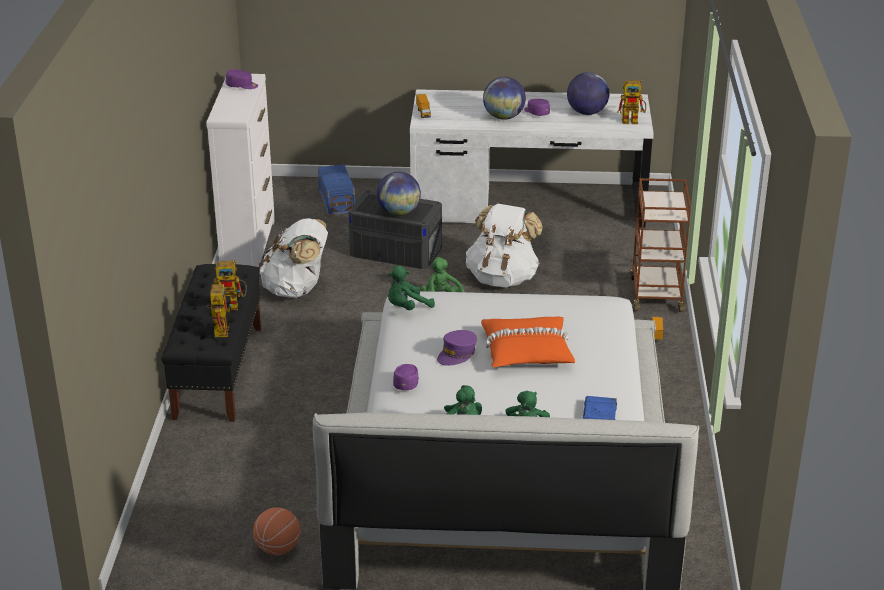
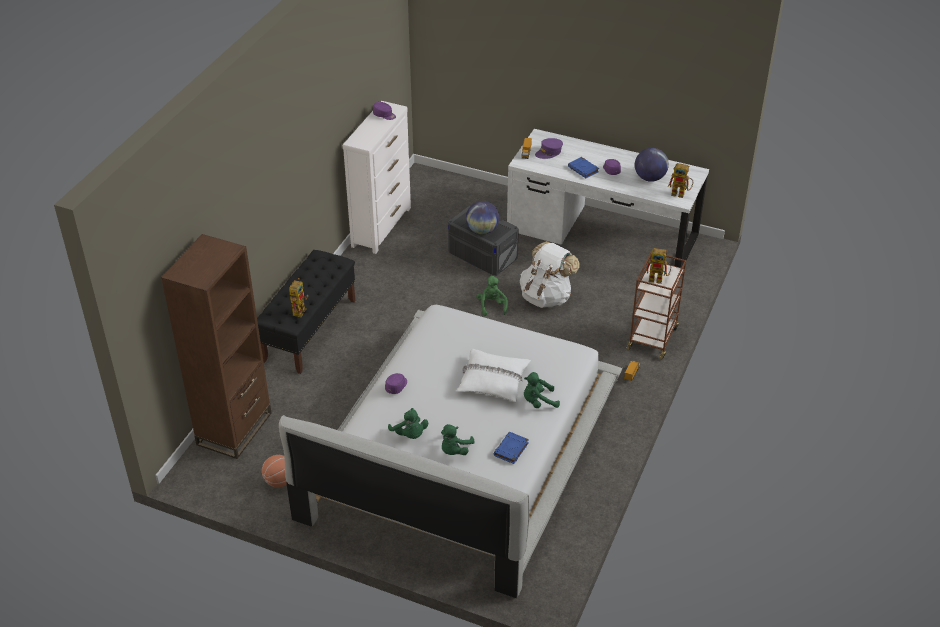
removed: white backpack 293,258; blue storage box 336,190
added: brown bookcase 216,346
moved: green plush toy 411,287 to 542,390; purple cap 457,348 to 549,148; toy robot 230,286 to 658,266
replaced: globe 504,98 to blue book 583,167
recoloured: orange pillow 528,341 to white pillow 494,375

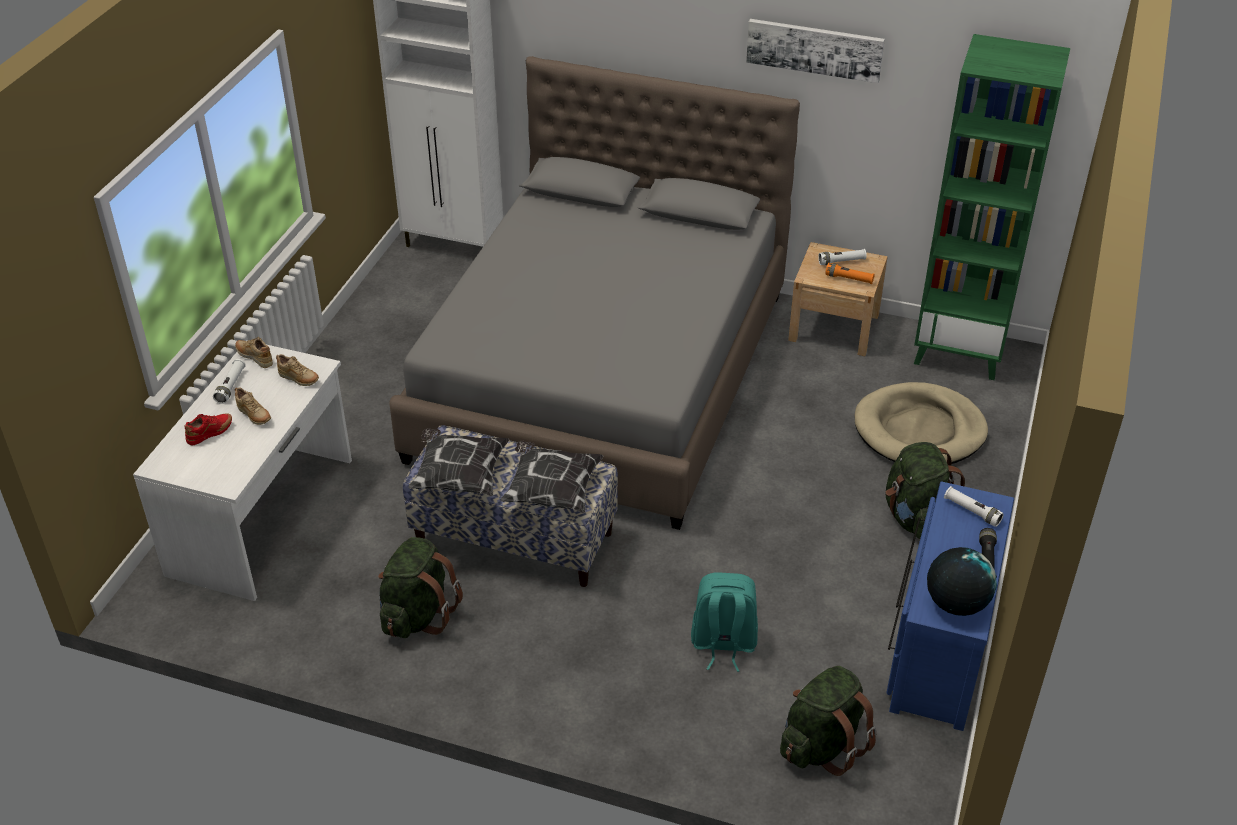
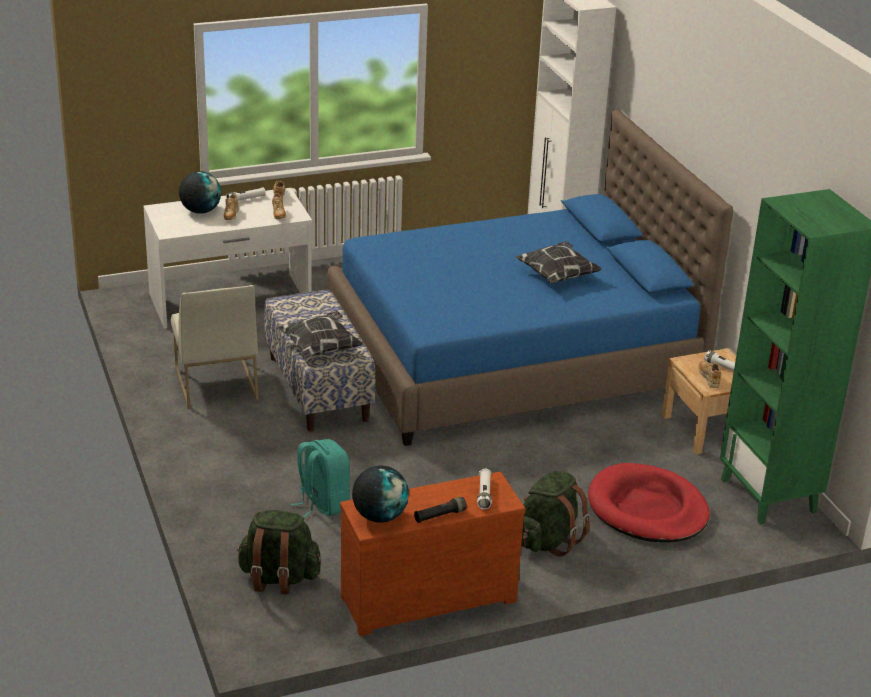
removed: picture 815,51
moved: pillow 458,462 to 558,262
replaced: green backpack 420,587 to white chair 214,347; red shoe 208,429 to globe 200,192; orange flashlight 850,273 to beige shoe 709,374
recoloured: grey bed 594,293 to blue bed 530,277; blue dresser 950,606 to brown dresser 433,554; beige dog bed 921,423 to red dog bed 649,502

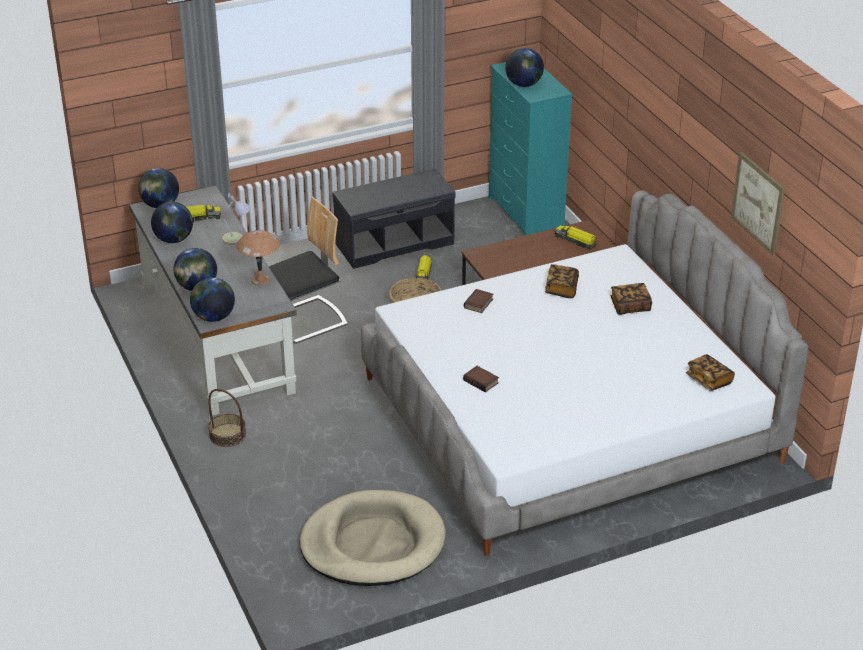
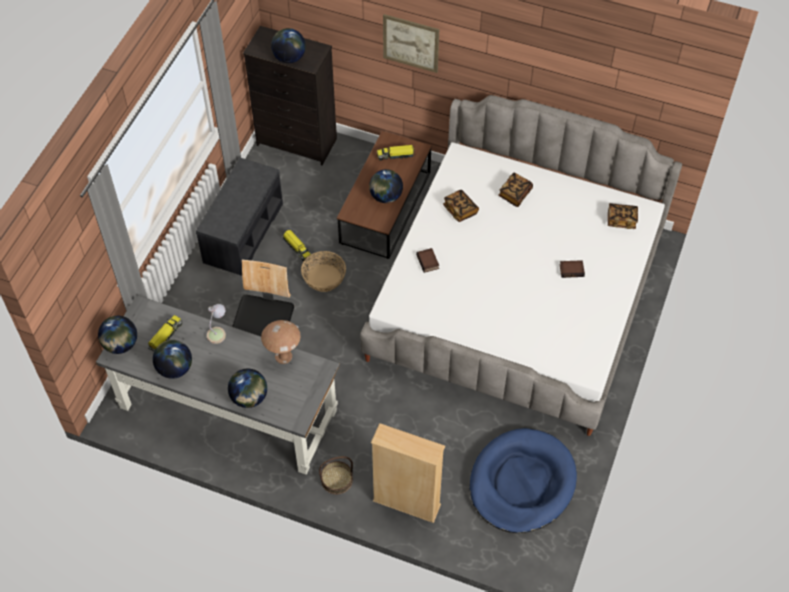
added: beige bookcase 408,473
moved: globe 212,299 to 386,186; picture 758,203 to 411,43; book 481,379 to 572,269
recoloured: turquoise dresser 530,149 to black dresser 290,95; beige dog bed 373,538 to blue dog bed 523,480

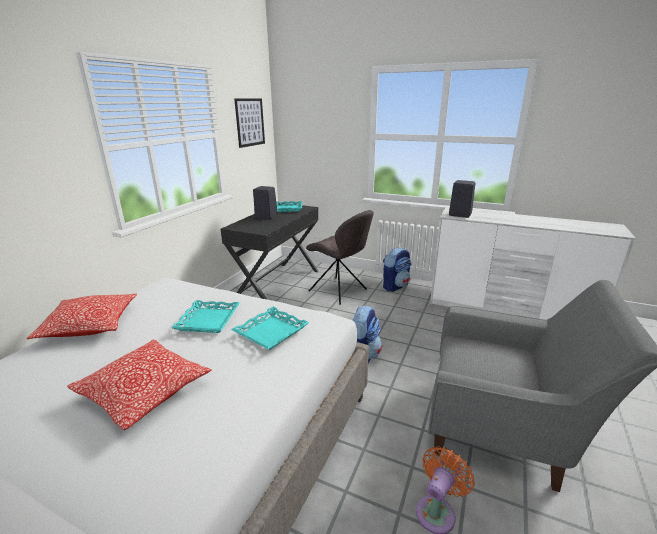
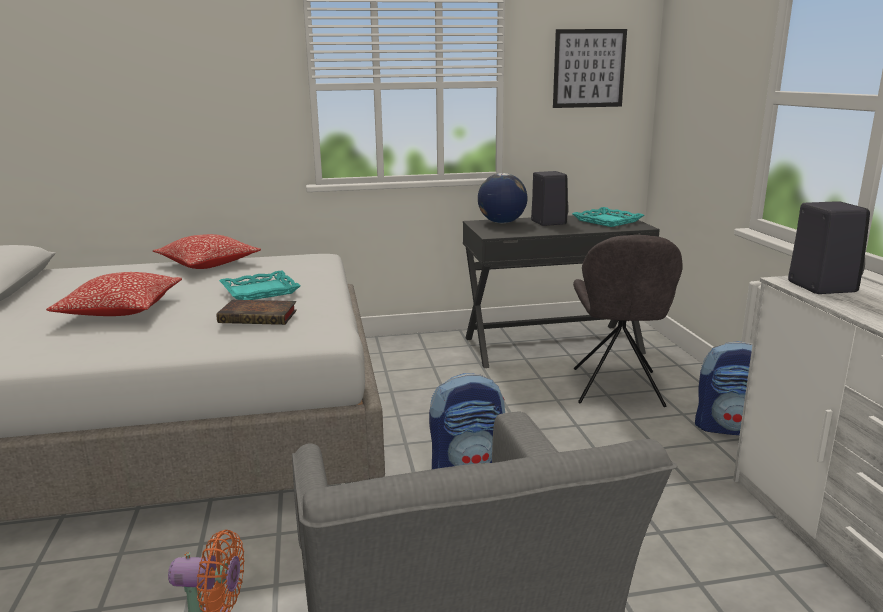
added: globe 502,198
replaced: turquoise tray 270,328 to book 257,312

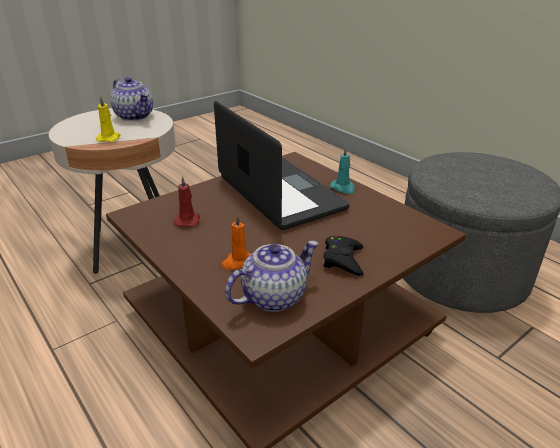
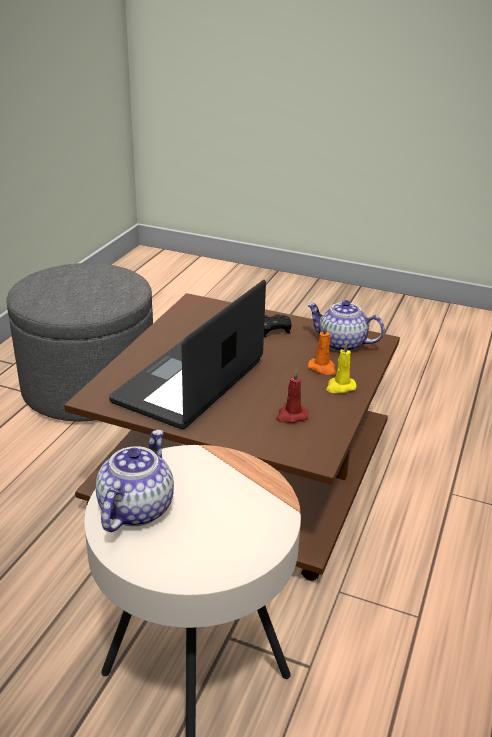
removed: turquoise candle 342,170
moved: yellow candle 108,119 to 341,367

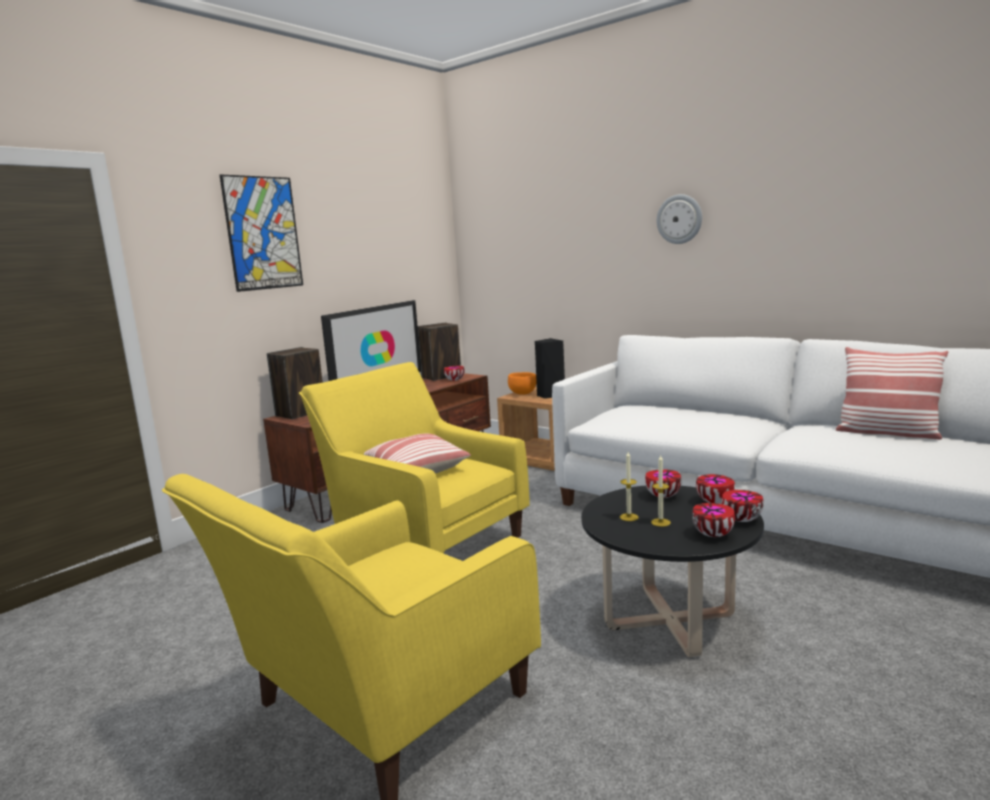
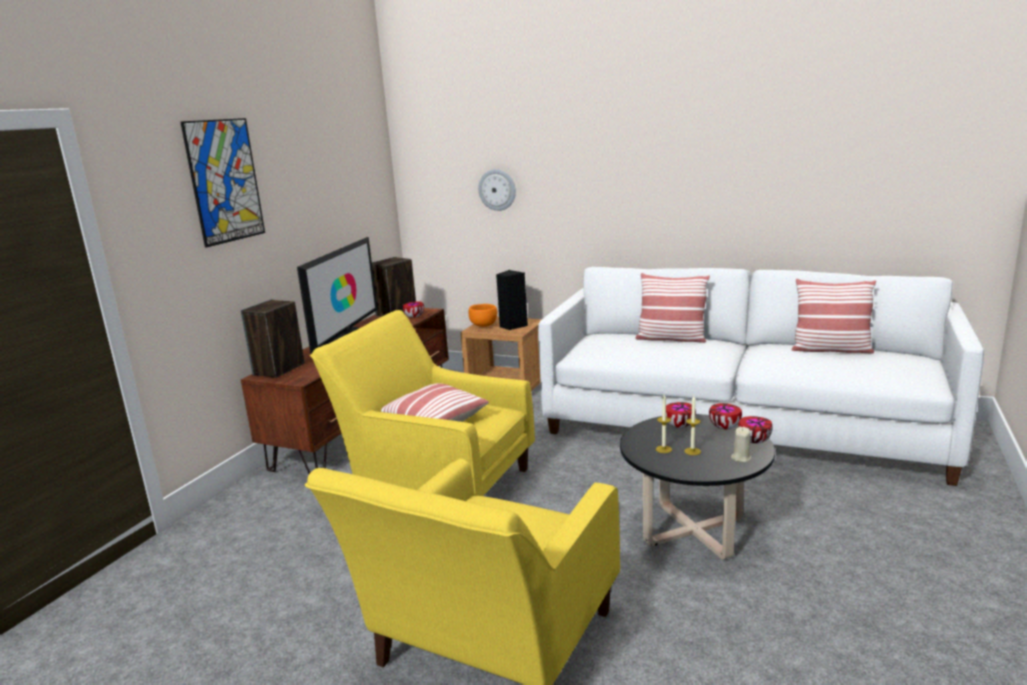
added: pillow 672,308
moved: wall clock 679,219 to 497,190
replaced: bowl 713,520 to beige candle 741,445

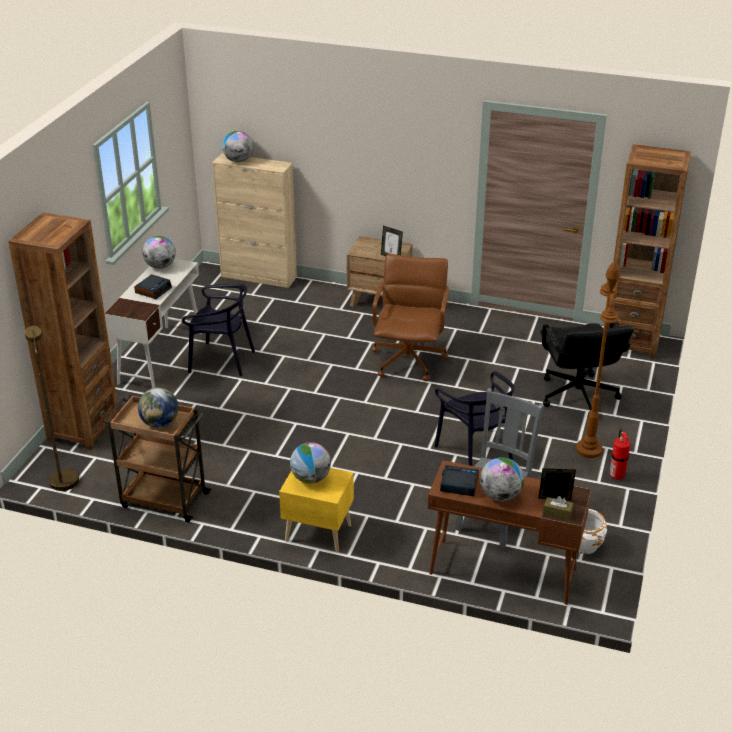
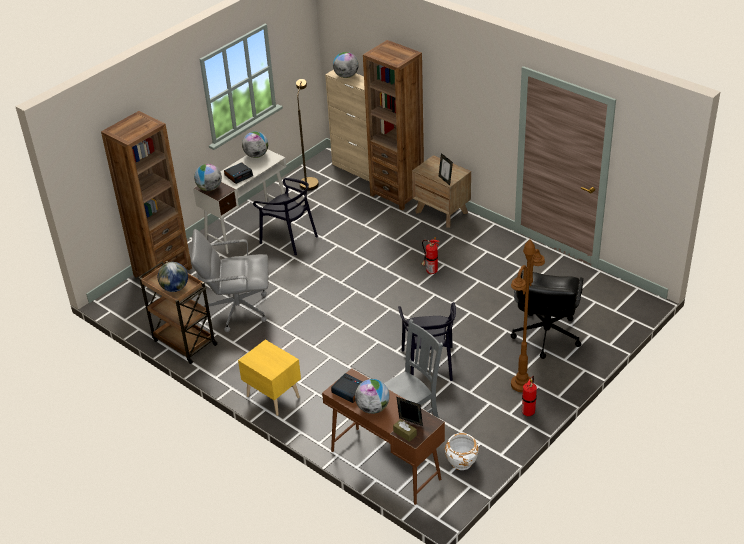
added: grey office chair 229,280
moved: globe 310,463 to 208,177; brown floor lamp 51,408 to 307,135; brown bookcase 652,251 to 393,125
replaced: brown office chair 410,317 to fire extinguisher 430,255

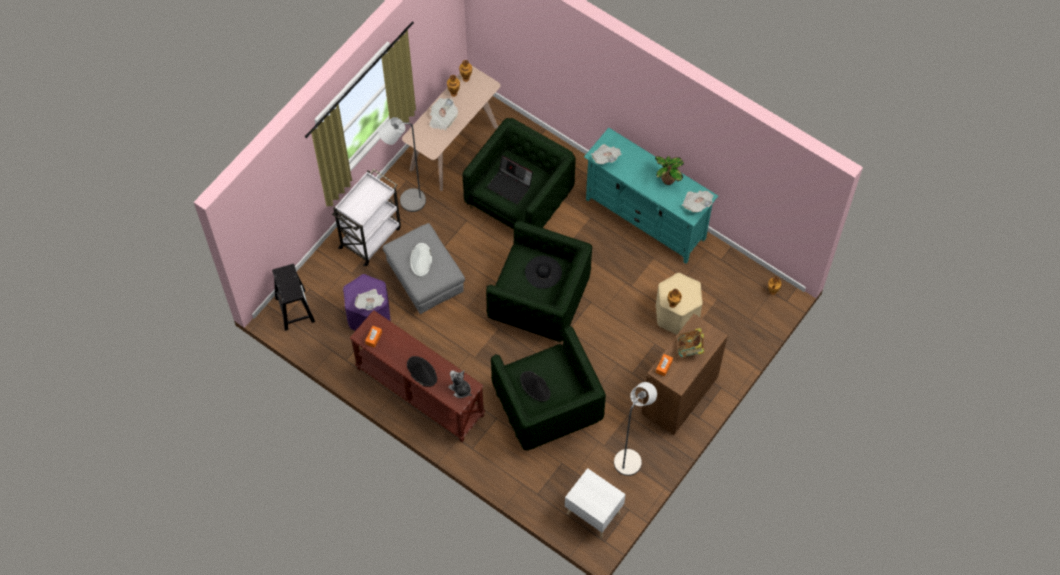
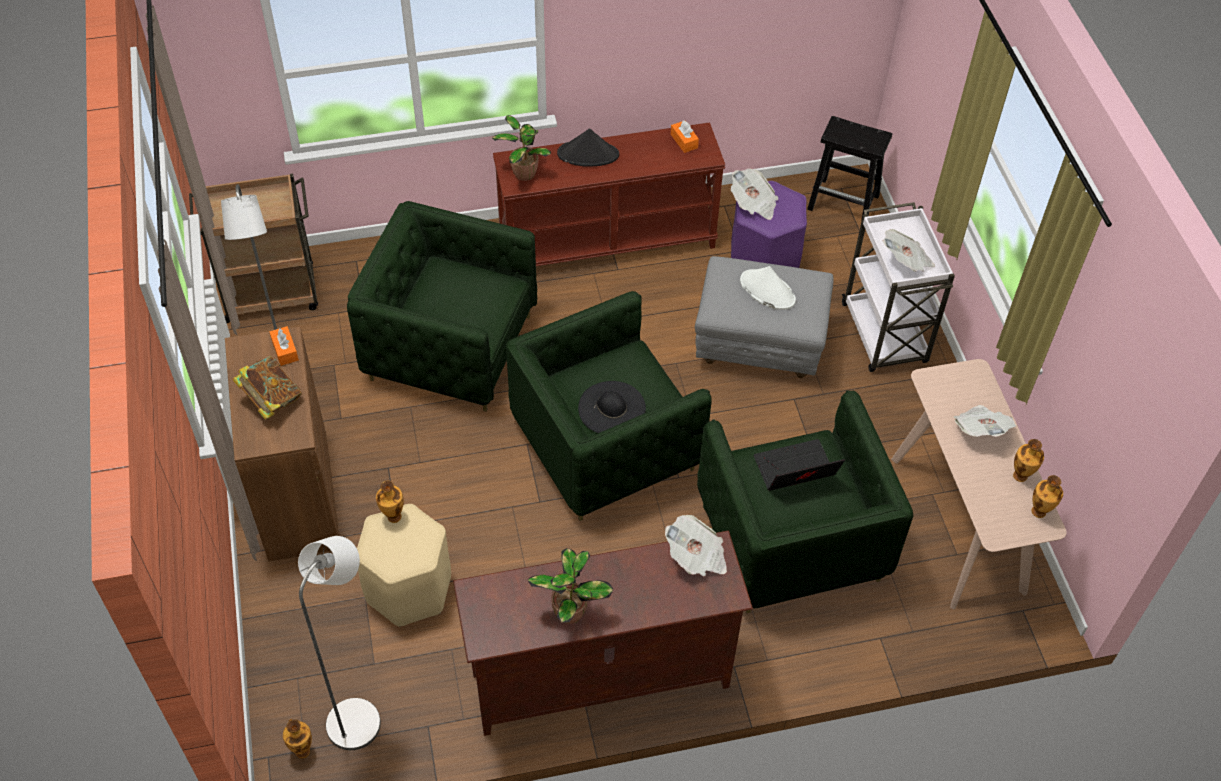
removed: black hat 535,386
moved: grey floor lamp 402,164 to 339,643; newspaper 697,201 to 908,250
replaced: white nightstand 595,503 to brown cart 253,248; plush toy 460,384 to potted plant 521,148
recoloured: turquoise tv stand 651,196 to brown tv stand 603,633

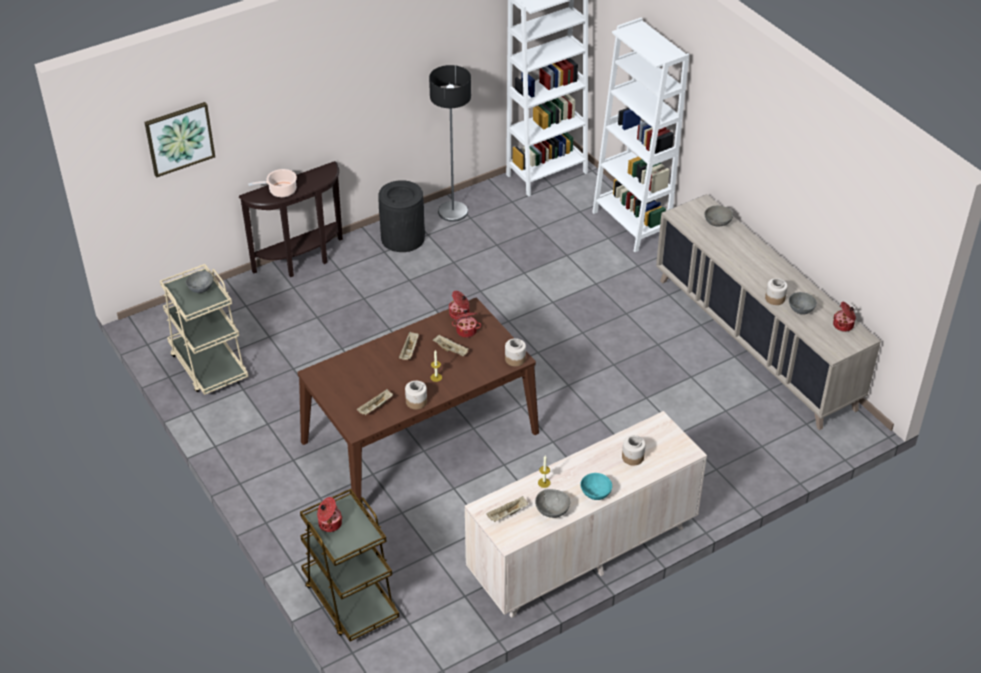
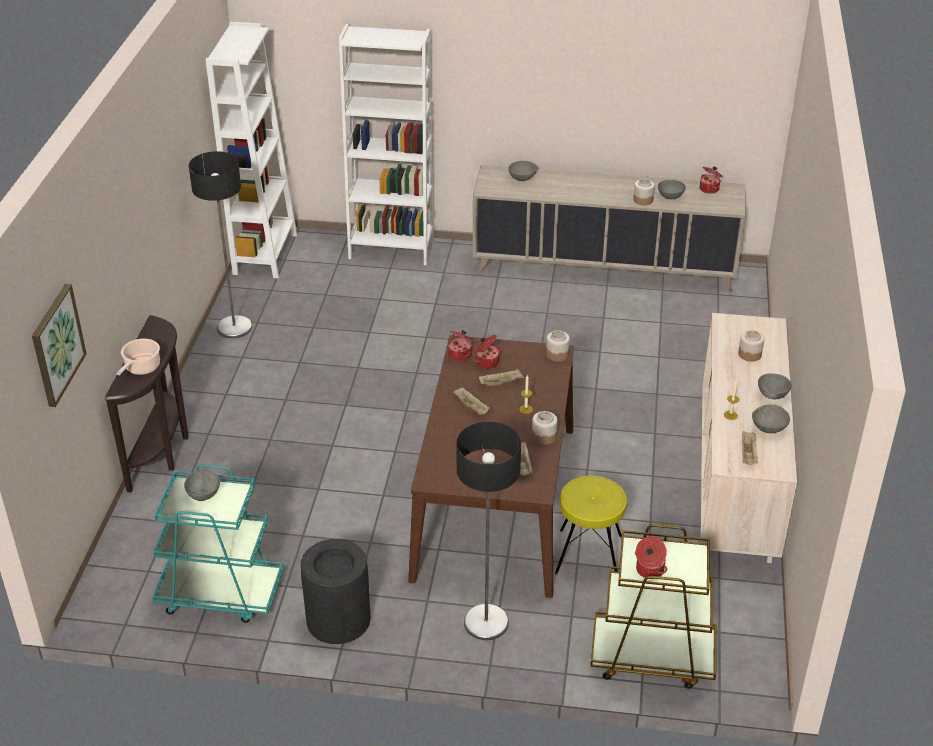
added: floor lamp 489,531; yellow stool 591,525
moved: black trash can 401,216 to 336,591
recoloured: beige cart 204,329 to turquoise cart 218,544; turquoise bowl 596,486 to grey bowl 775,386

